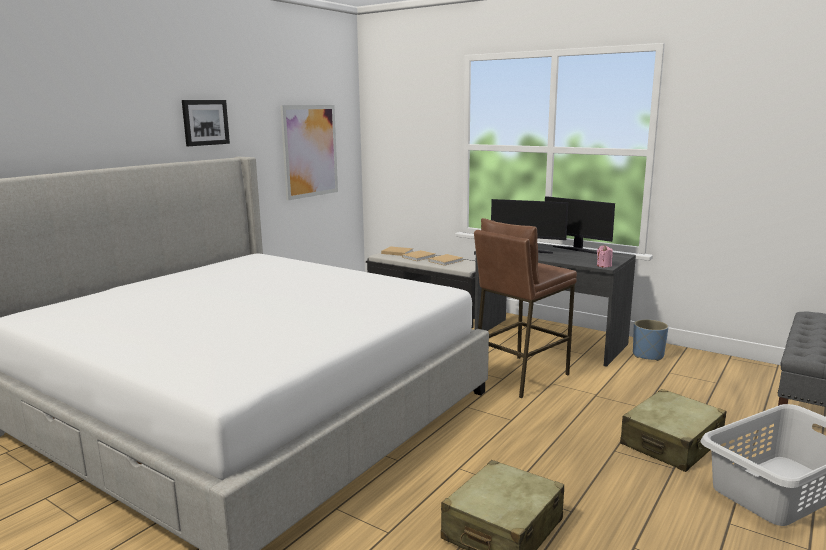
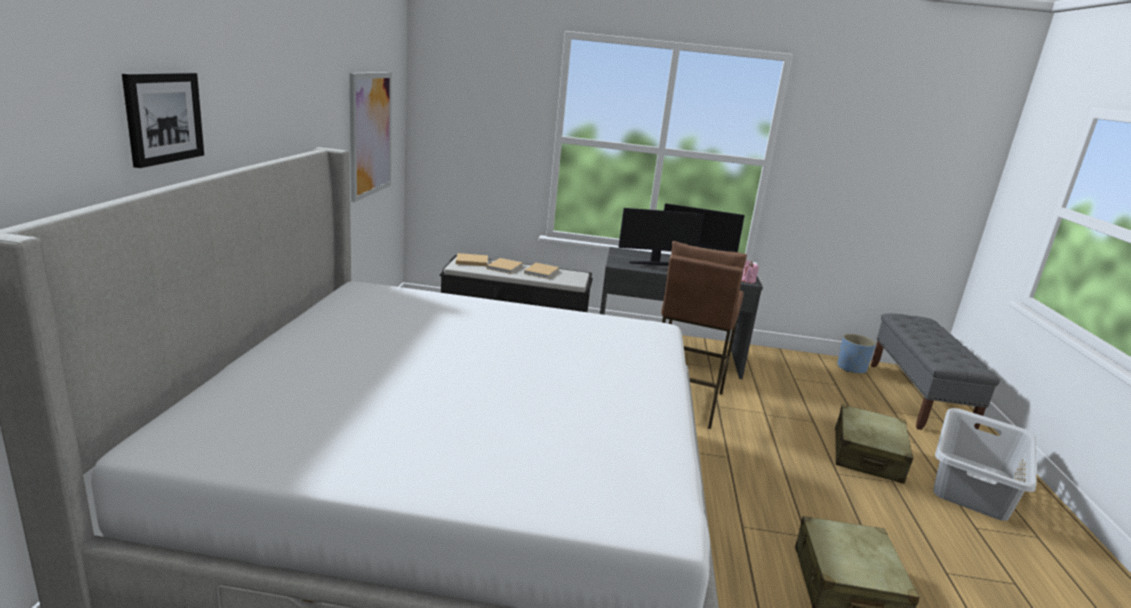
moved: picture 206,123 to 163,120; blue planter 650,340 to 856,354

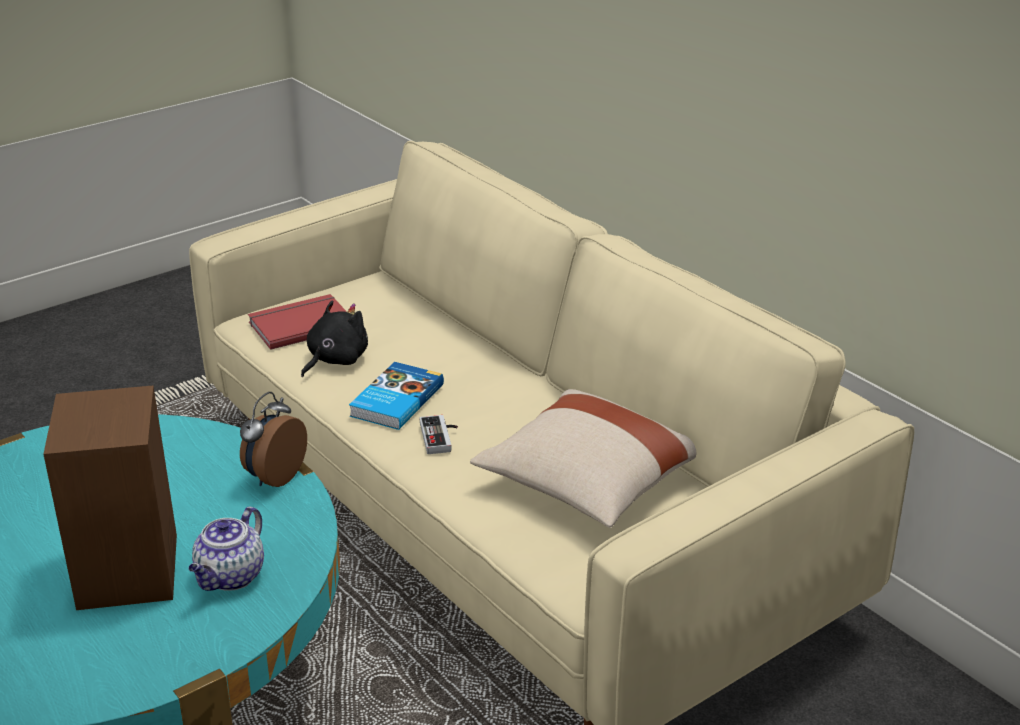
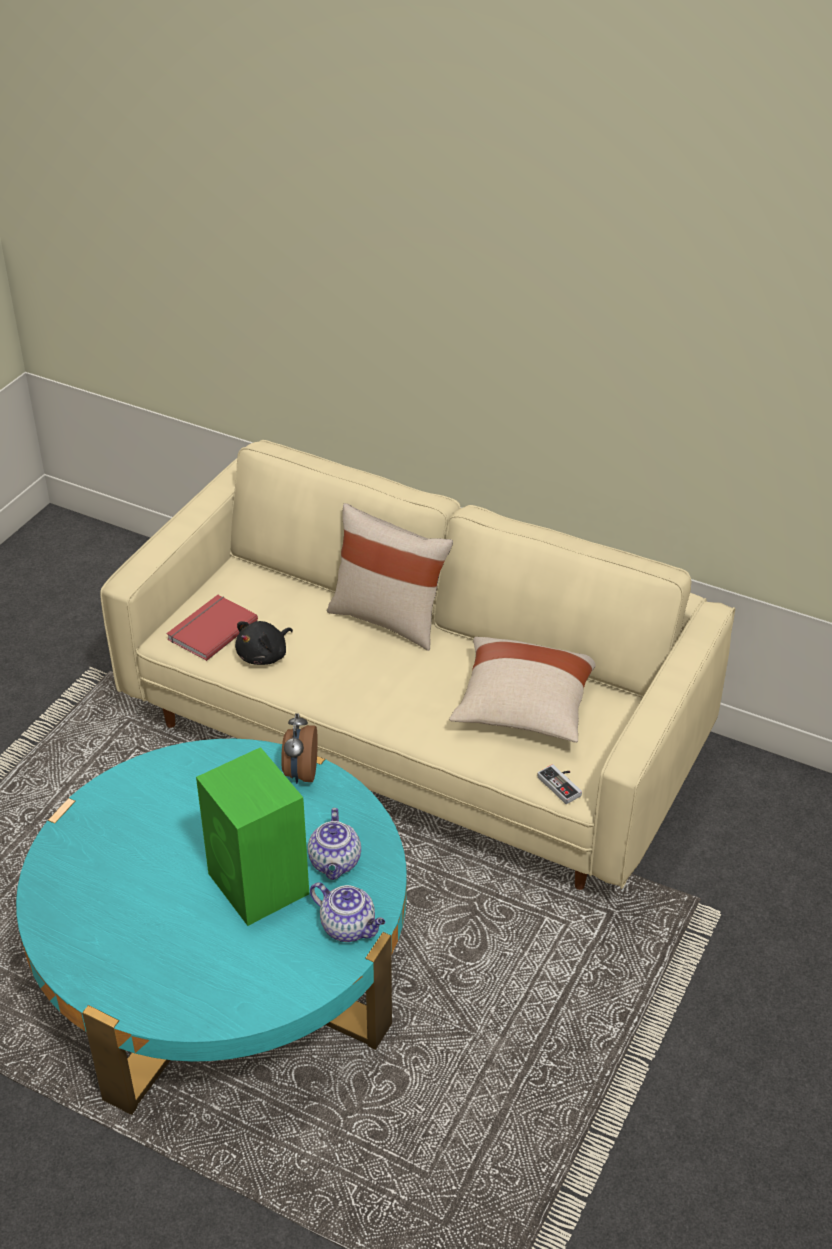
removed: book 396,396
added: teapot 347,912; beige pillow 390,577
moved: game controller 439,434 to 559,784
recoloured: brown speaker 110,498 to green speaker 252,836
turned: black plush toy 334,338 = 264,643 150 degrees counterclockwise

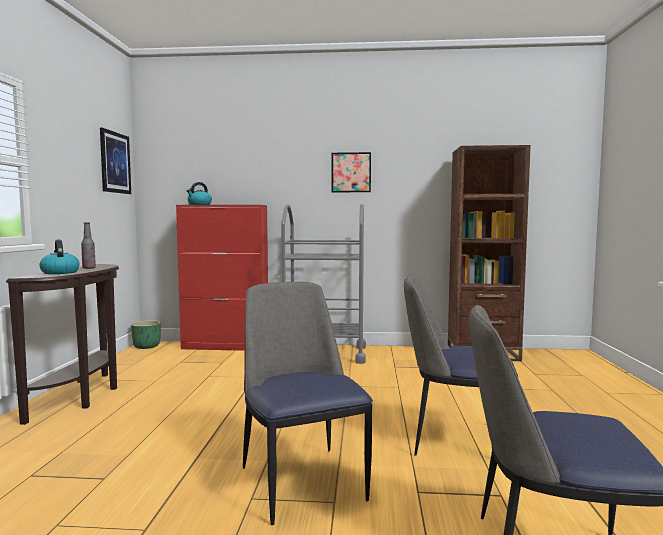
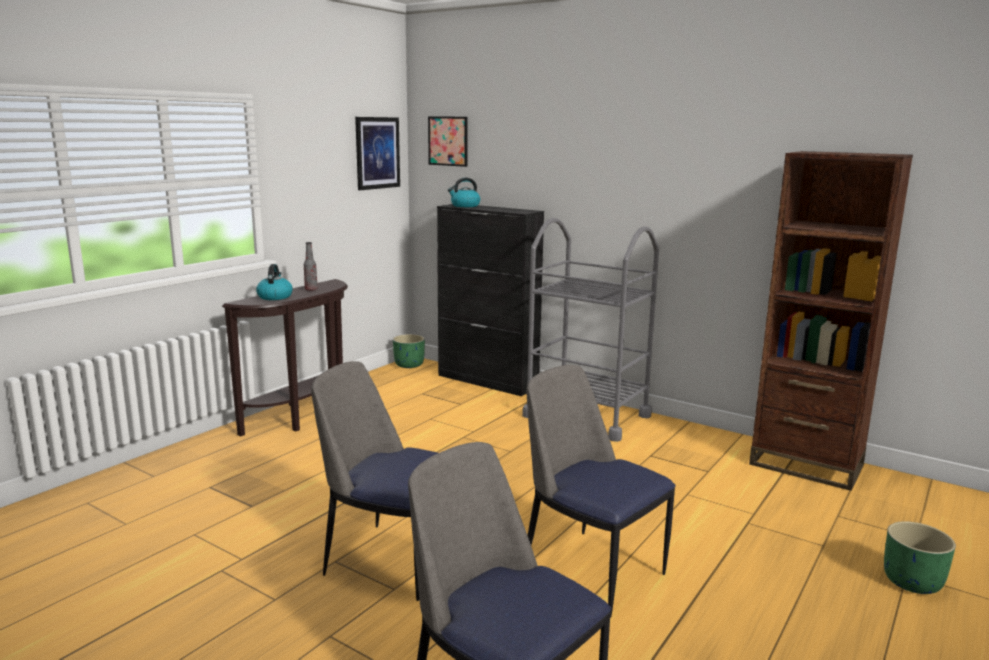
added: green planter 920,557
moved: picture 351,172 to 448,141
recoloured: red cabinet 222,278 to black cabinet 490,300
turned: chair 308,403 = 374,481 75 degrees counterclockwise

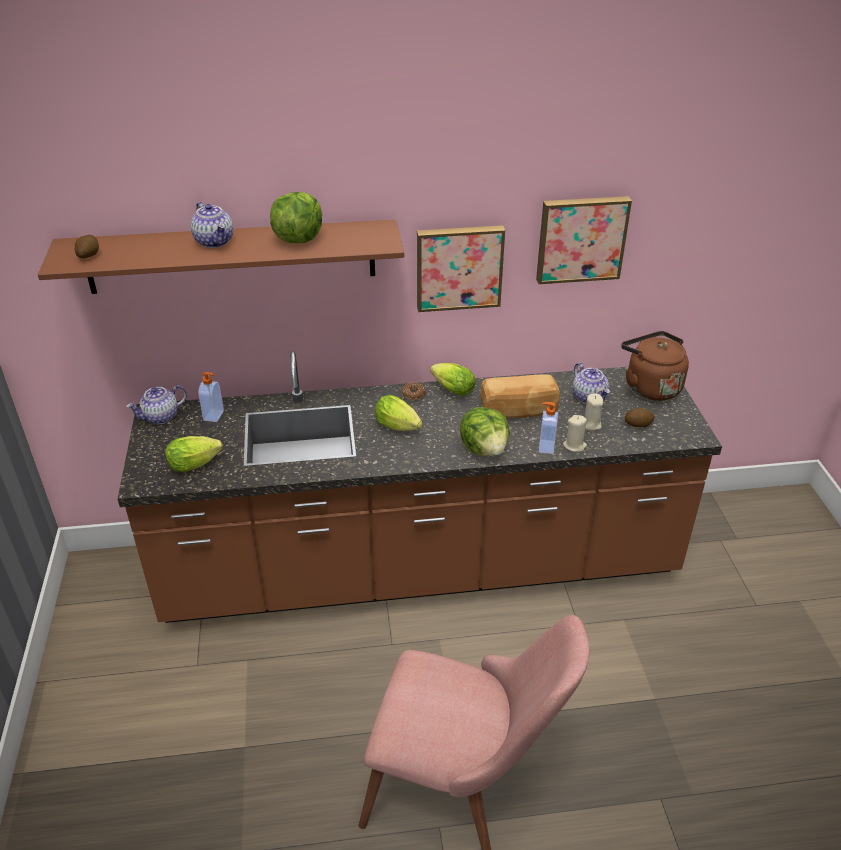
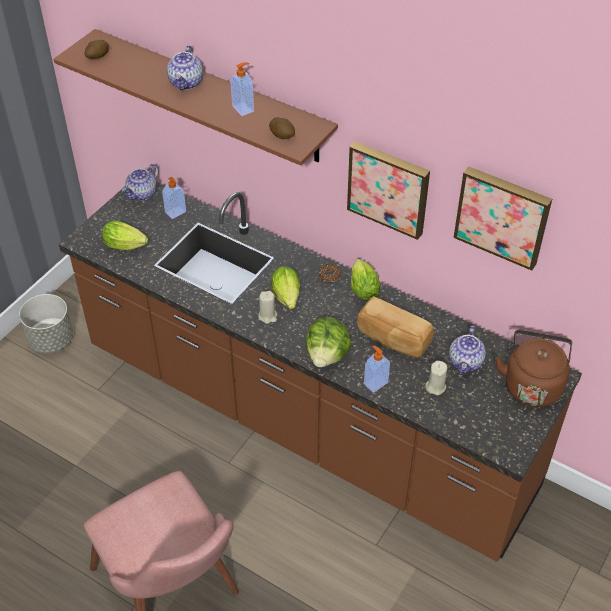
added: grey planter 46,323
moved: beige candle 575,433 to 267,307; potato 640,417 to 282,128
replaced: lettuce 296,217 to soap dispenser 242,89
turned: teapot 156,404 = 140,182 60 degrees counterclockwise

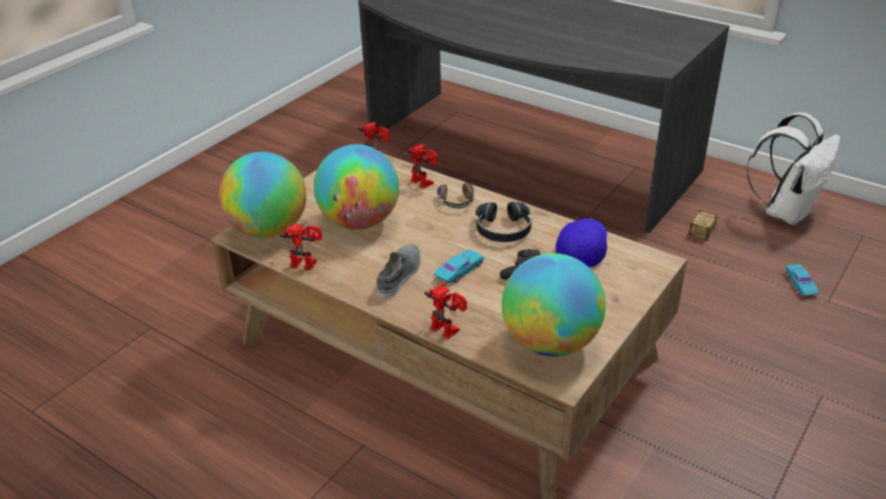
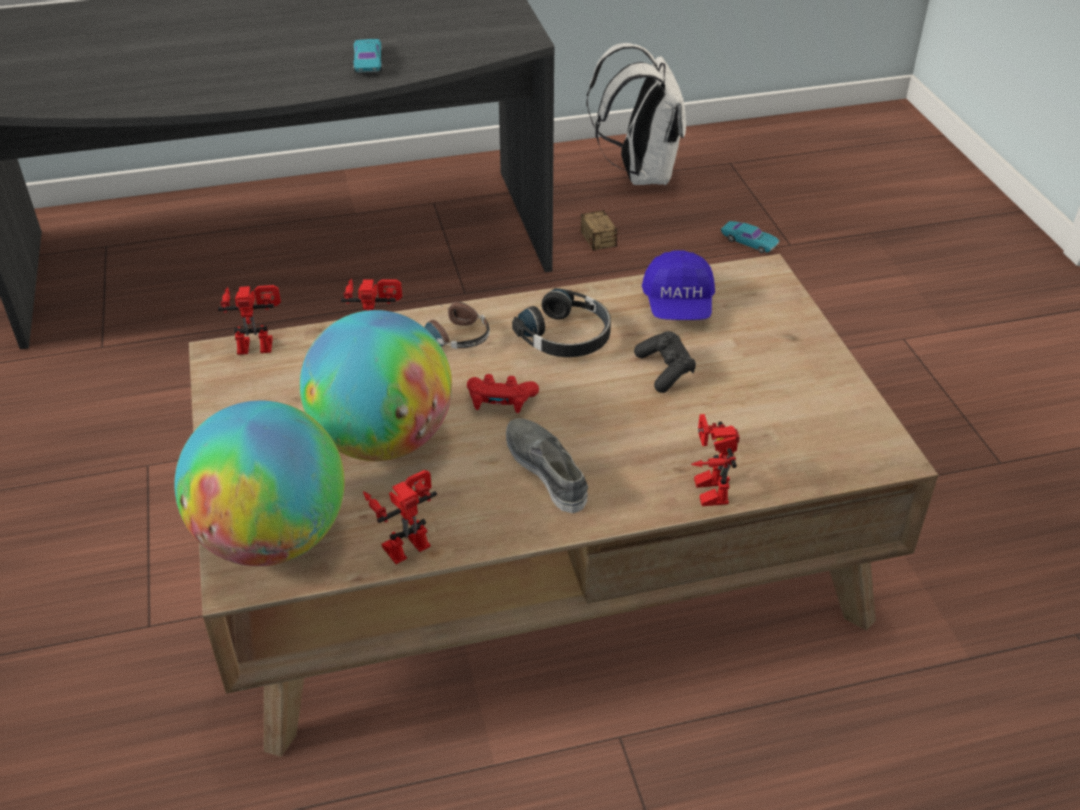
removed: globe 554,305
added: red game controller 503,393
moved: turquoise toy car 459,266 to 367,56
turned: blue cap 581,243 = 678,285 150 degrees counterclockwise; toy robot 445,310 = 715,460 90 degrees counterclockwise

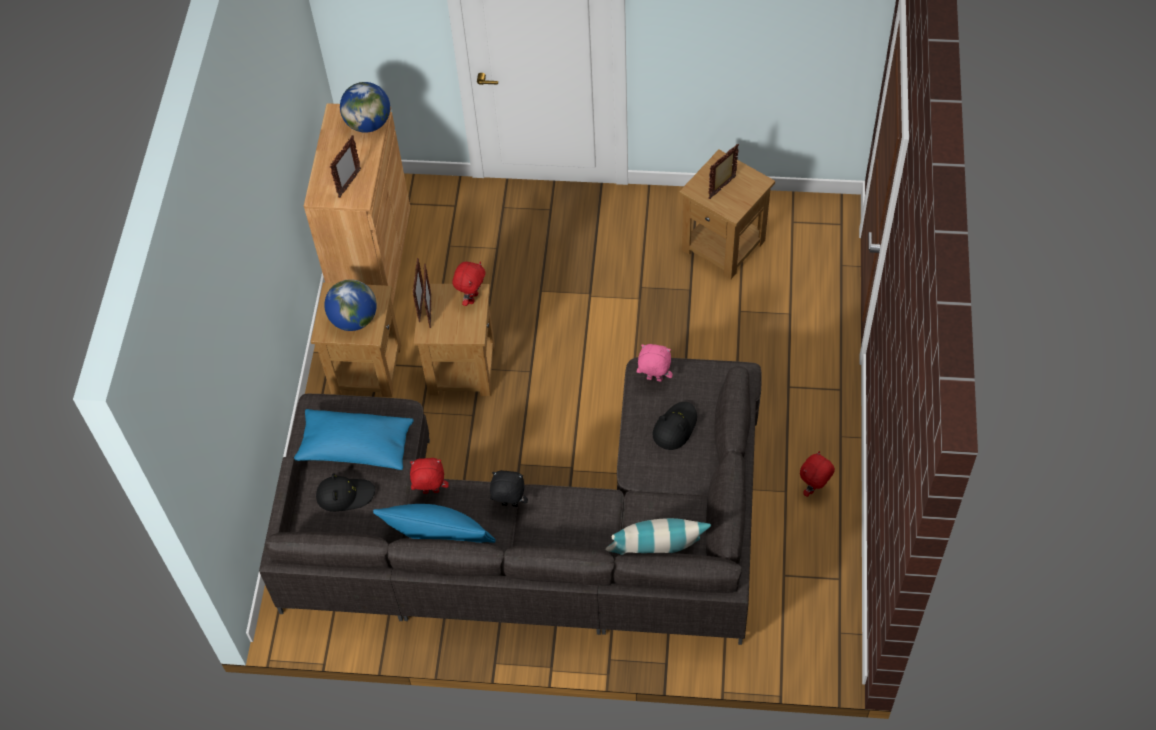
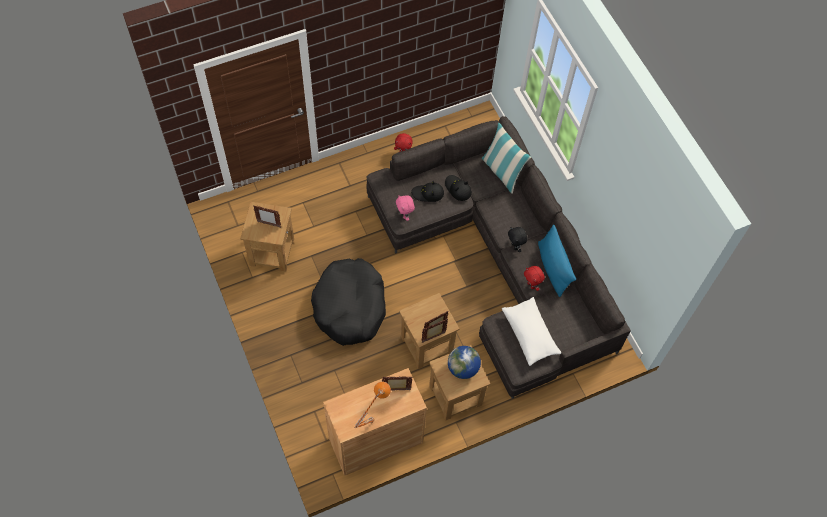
removed: globe 365,107; red plush toy 469,283
added: black dog bed 348,302; orange table lamp 373,405
moved: black hat 345,492 to 458,188
recoloured: blue pillow 353,439 to white pillow 531,331

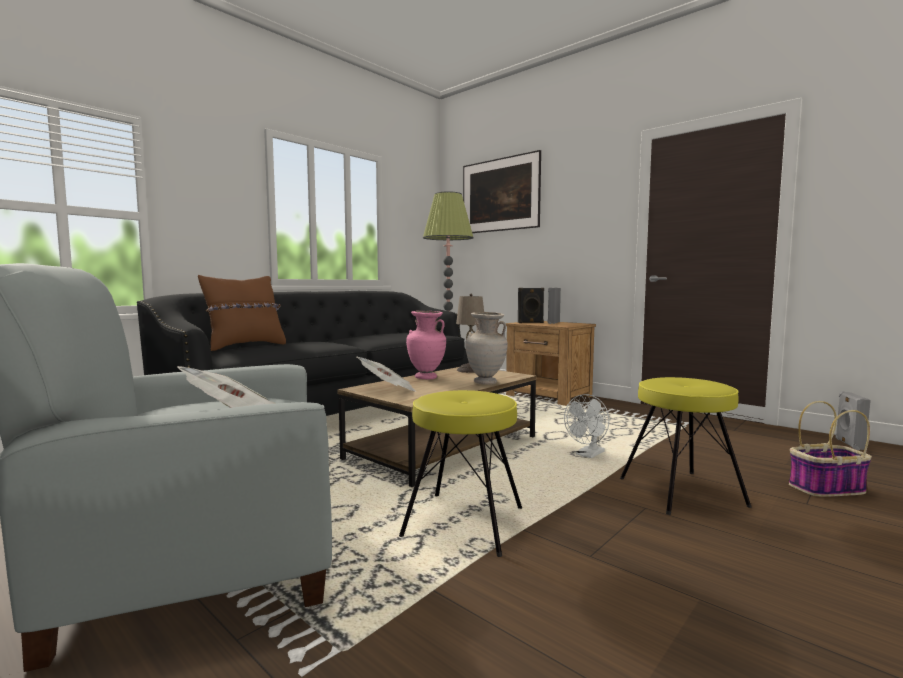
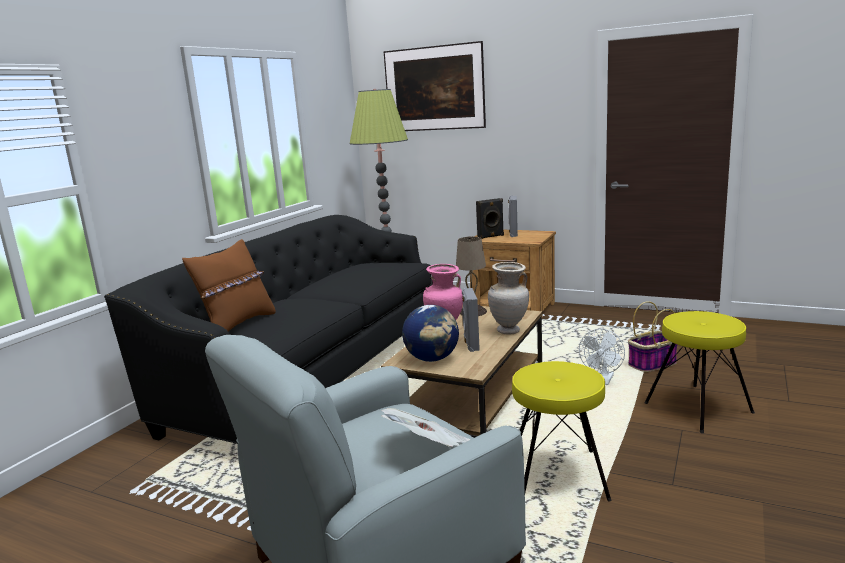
moved: grey speaker 853,420 to 471,320; basket 830,449 to 652,336
replaced: newspaper 387,374 to globe 430,333

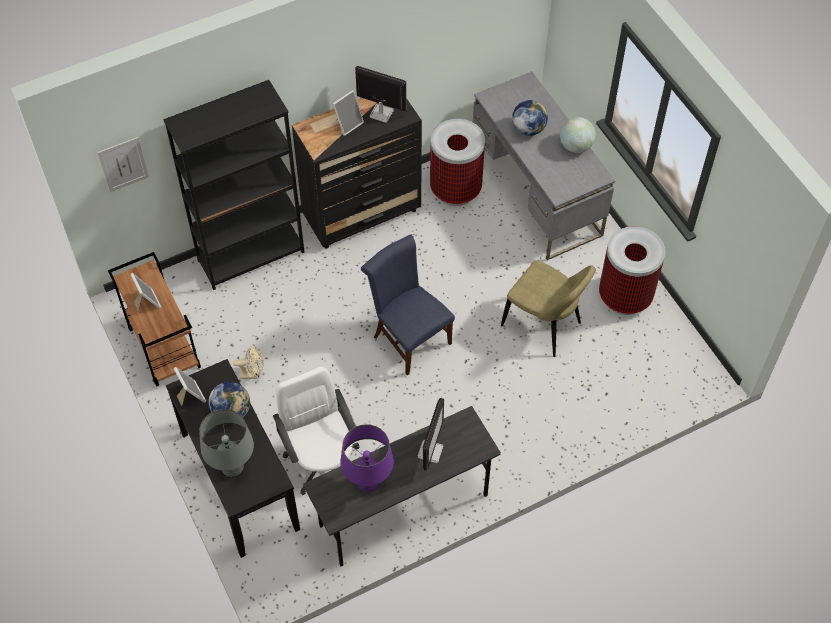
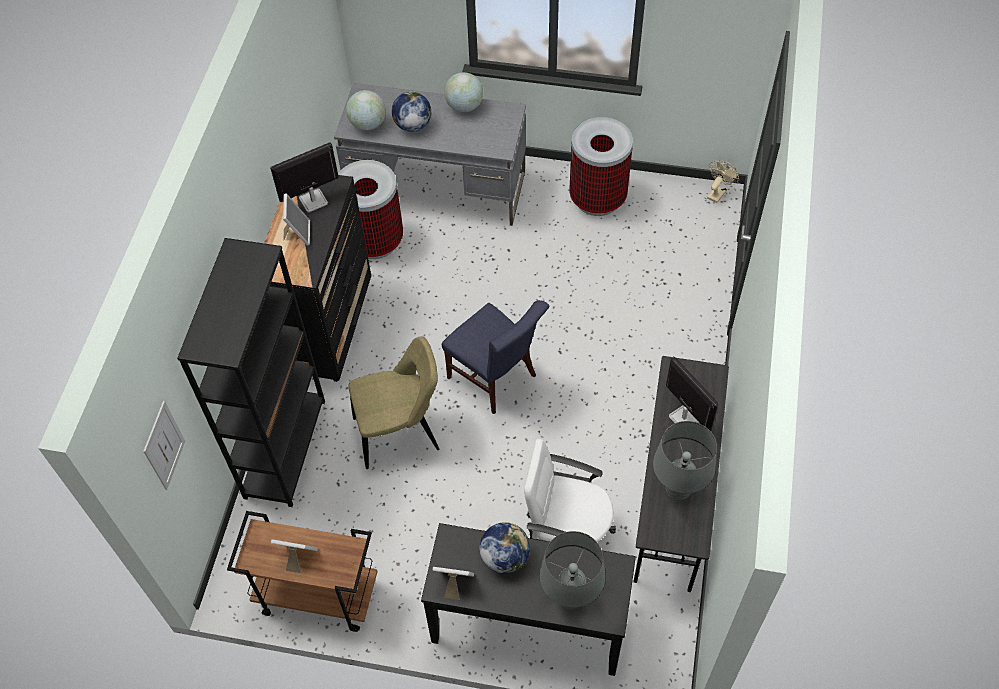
added: globe 366,110
moved: beige chair 548,308 to 393,402; beige fan 248,361 to 723,182
recoloured: purple table lamp 367,458 to grey table lamp 685,460
turned: blue chair 408,305 = 495,357 135 degrees counterclockwise

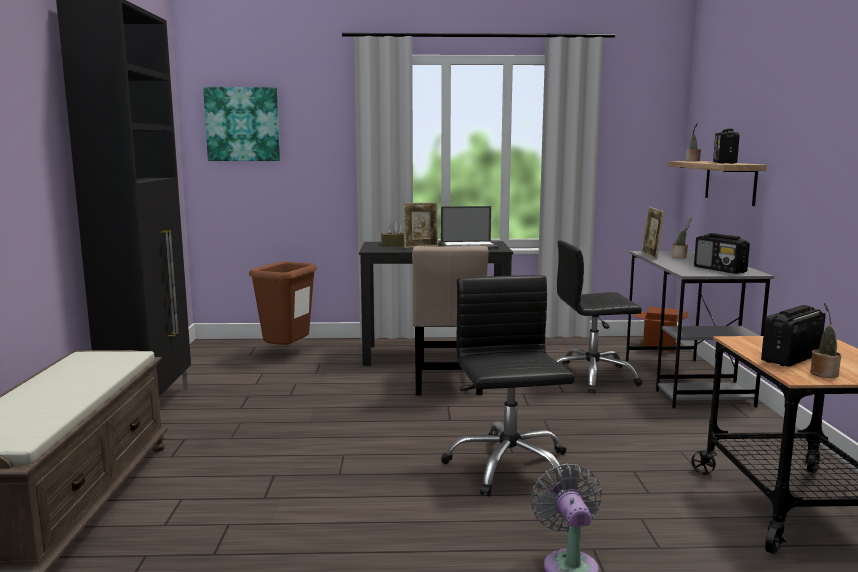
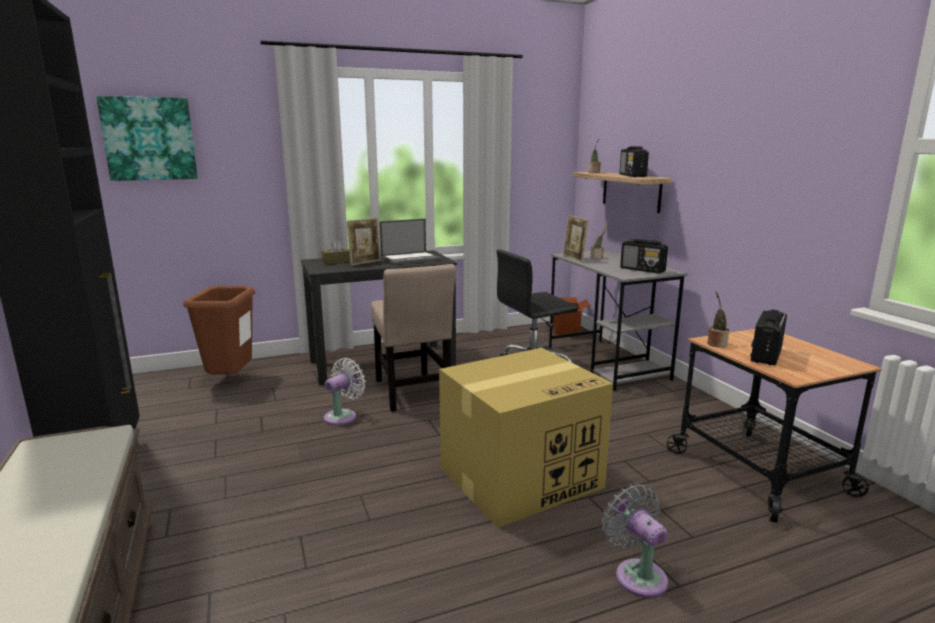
added: white fan 345,391
moved: potted plant 825,340 to 718,319
replaced: black office chair 508,385 to cardboard box 526,438

